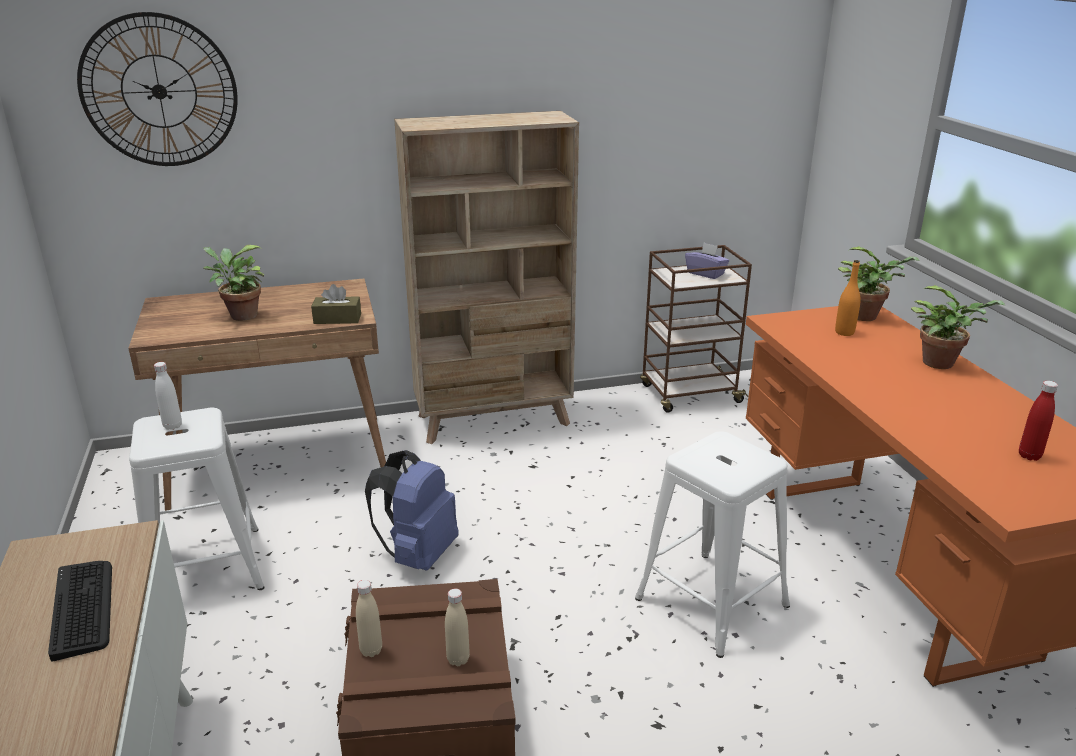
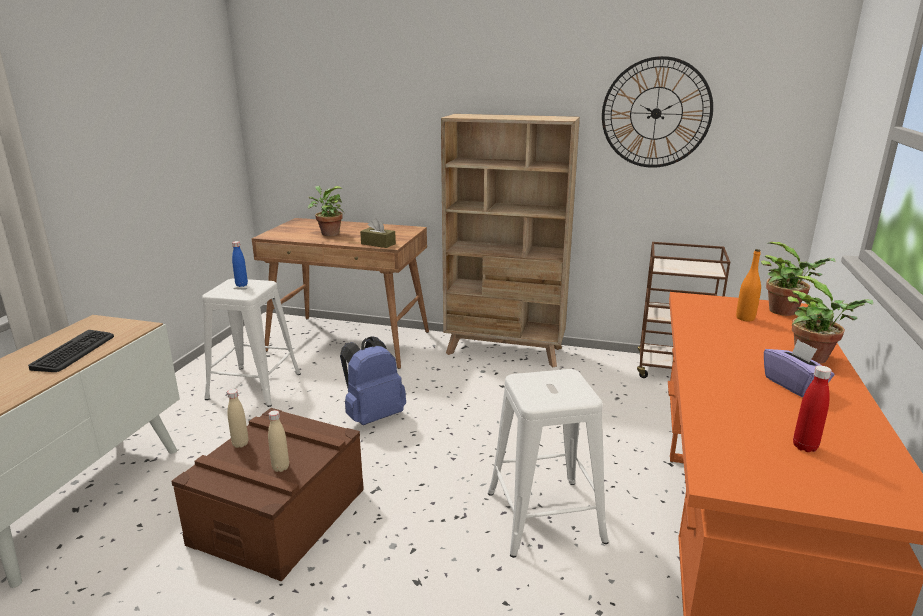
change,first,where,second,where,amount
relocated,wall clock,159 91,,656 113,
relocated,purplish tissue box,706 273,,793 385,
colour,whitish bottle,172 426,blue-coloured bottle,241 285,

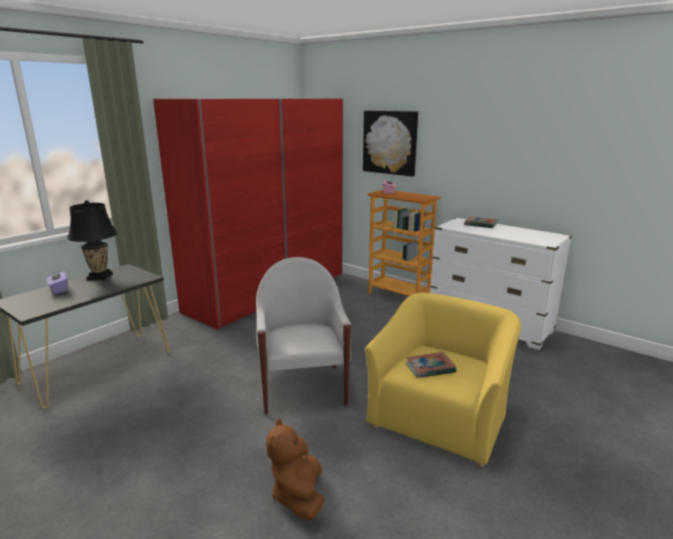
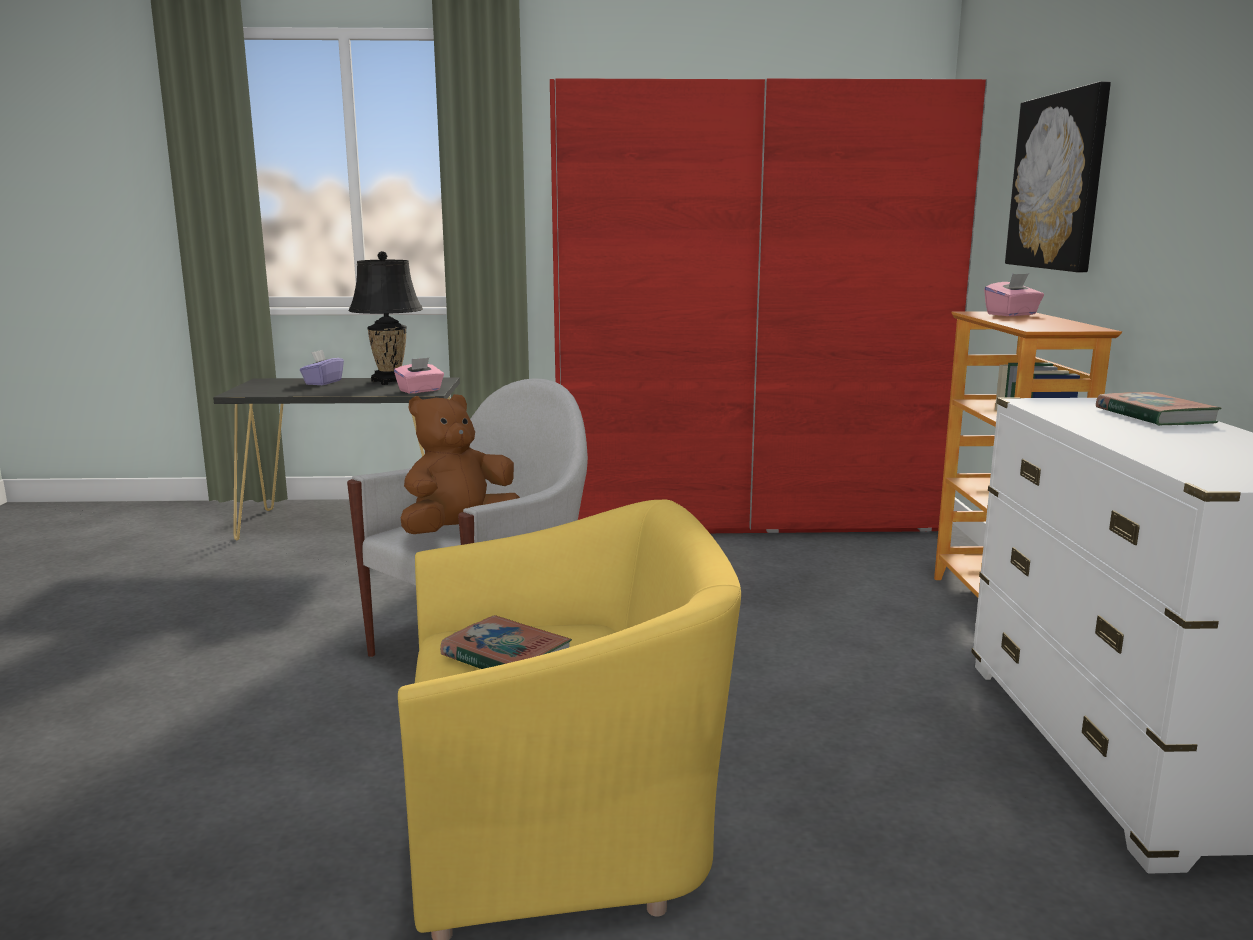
change,first,where,second,where,amount
relocated,brown-coloured plush toy,298 495,,459 532,
appeared,,,pinkish tissue box,420 391,

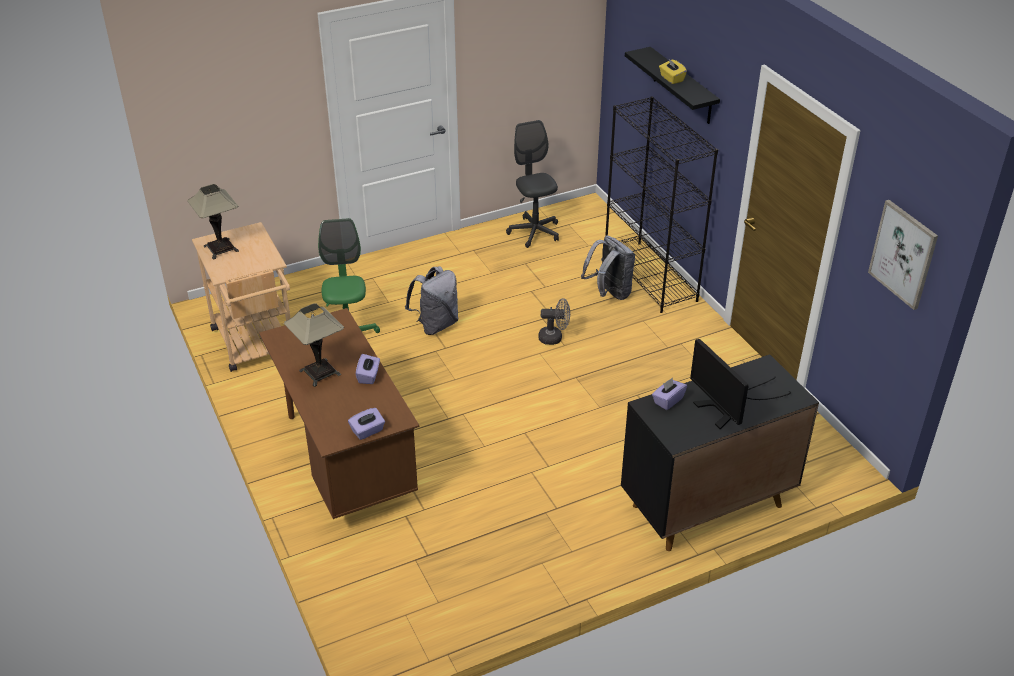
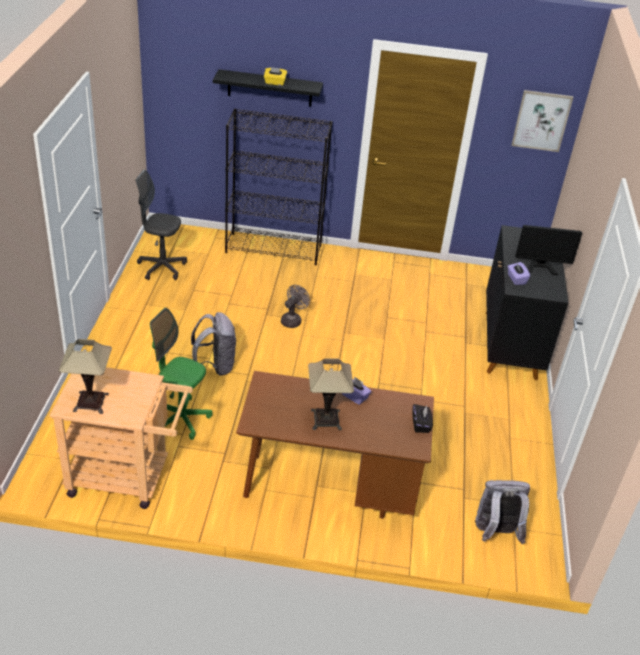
change,first,where,second,where,amount
relocated,greyish rucksack,609 293,,495 533,
colour,purplish tissue box,367 431,blackish tissue box,421 424,

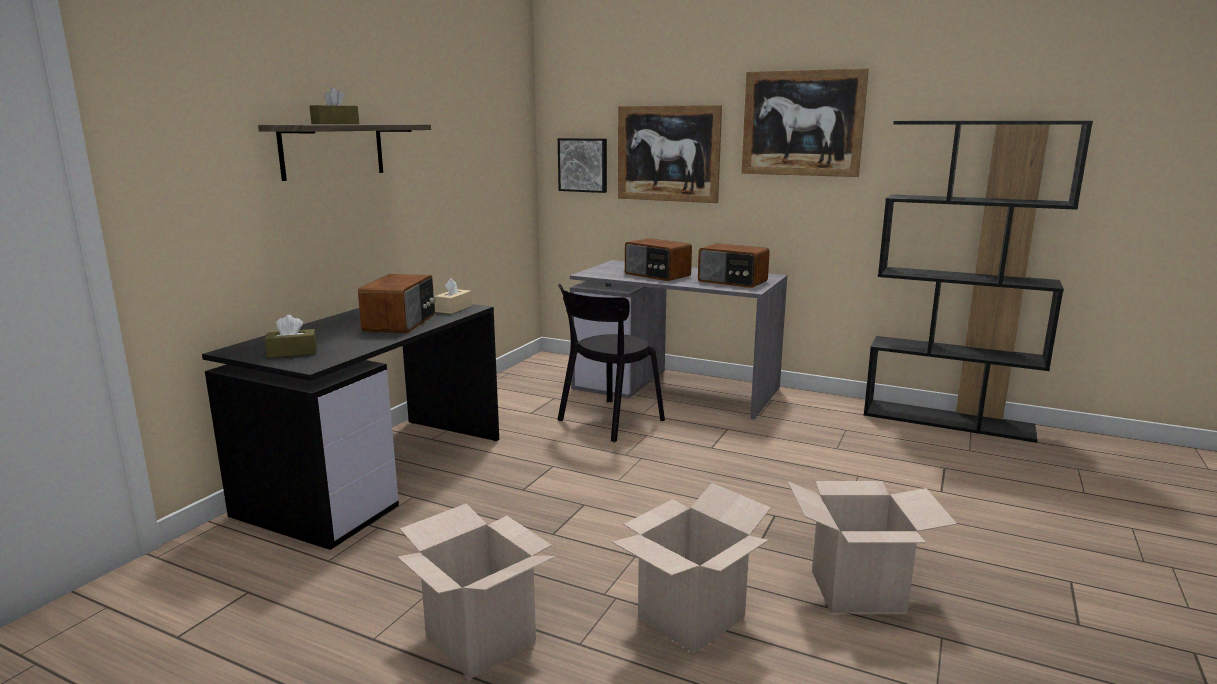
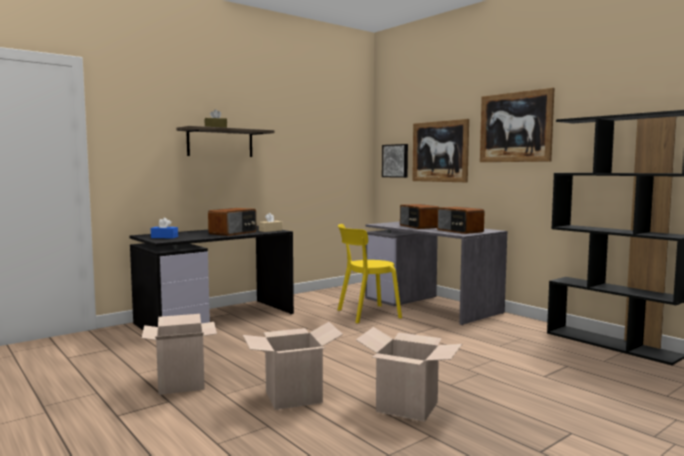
change,first,where,second,where,amount
colour,blackish upright chair,607 421,yellow upright chair,365 314,
colour,brown-coloured tissue box,292 352,blue-coloured tissue box,164 237,

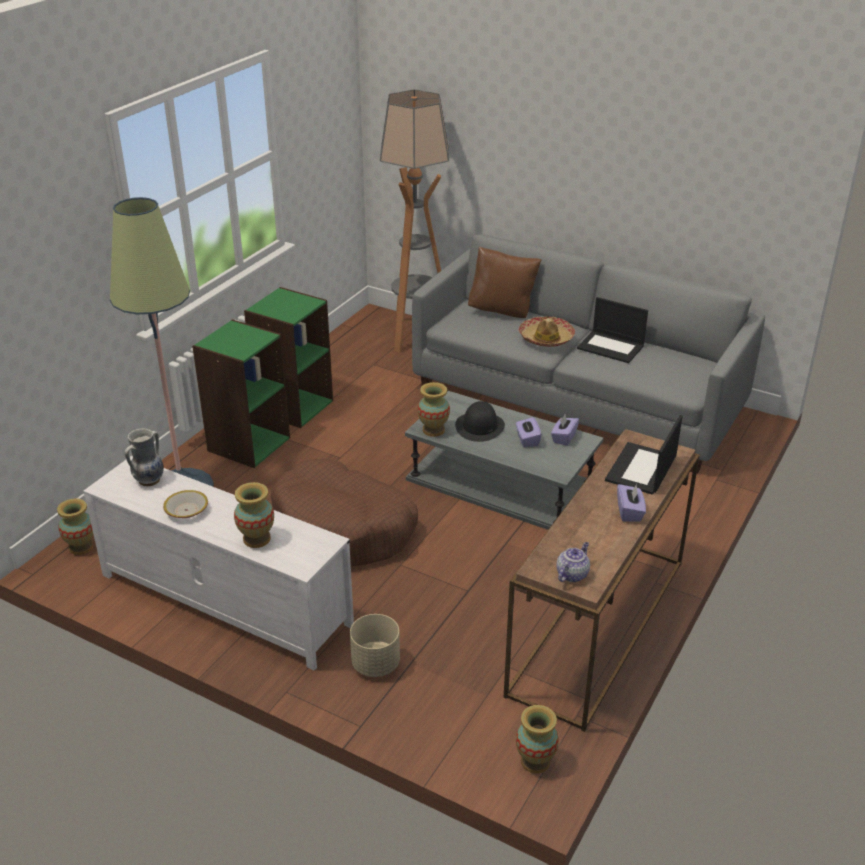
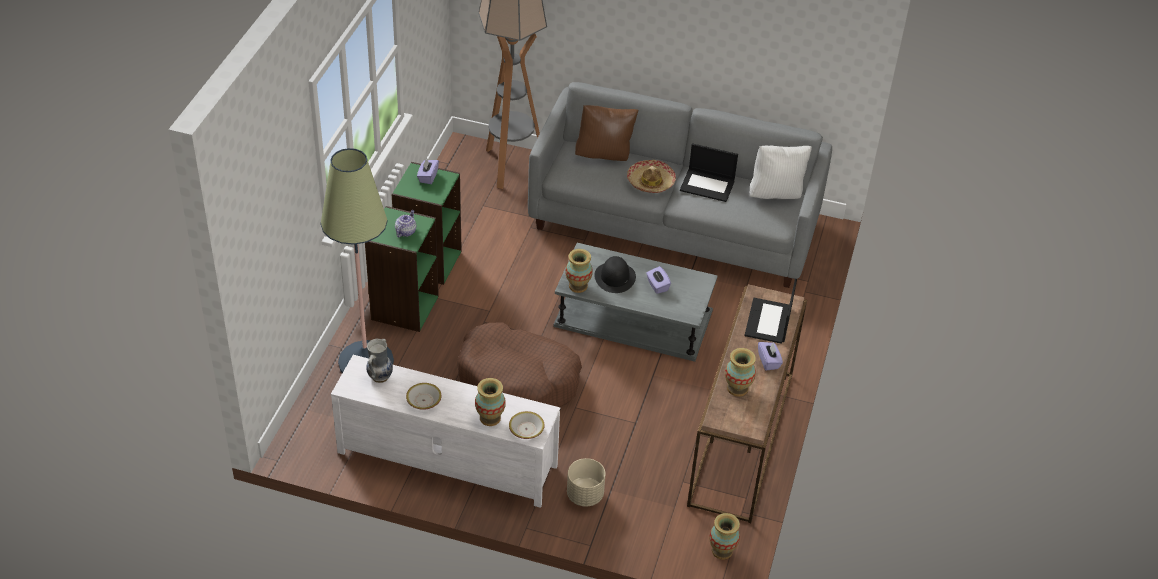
change,first,where,second,where,amount
relocated,purplish tissue box,563 438,,428 177,
relocated,decorative vase,81 547,,737 388,
relocated,pot for tea,572 574,,405 231,
appeared,,,whitish throw pillow,776 194,
appeared,,,bowl,526 429,

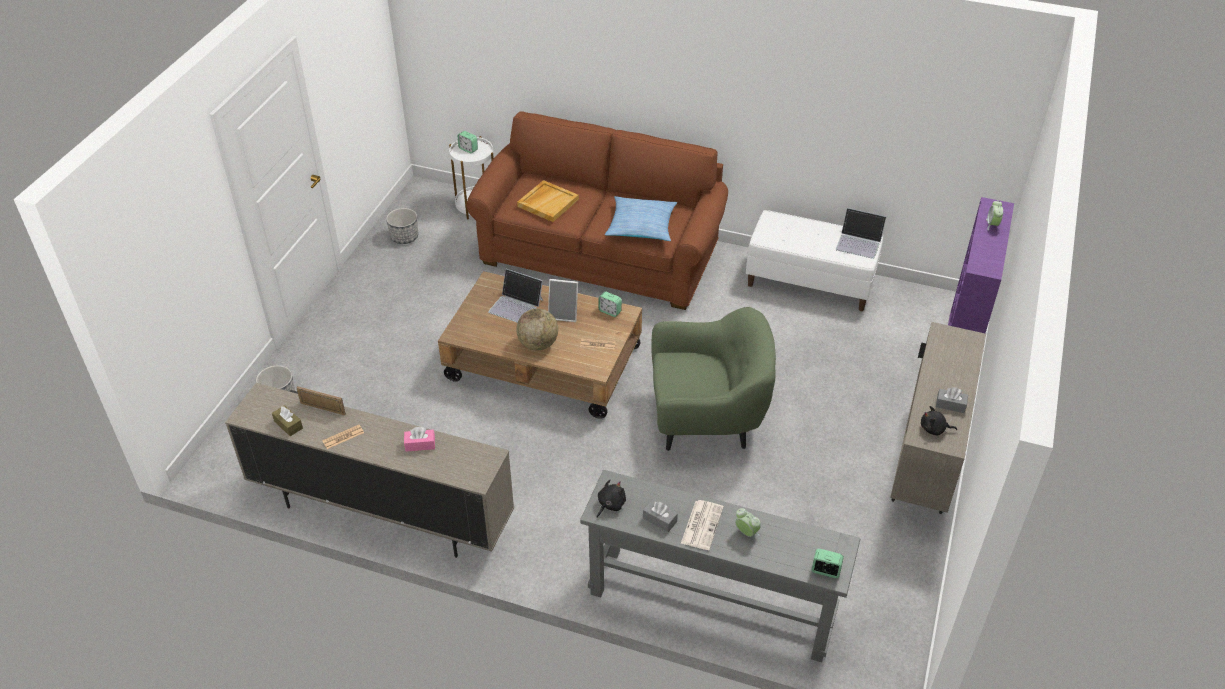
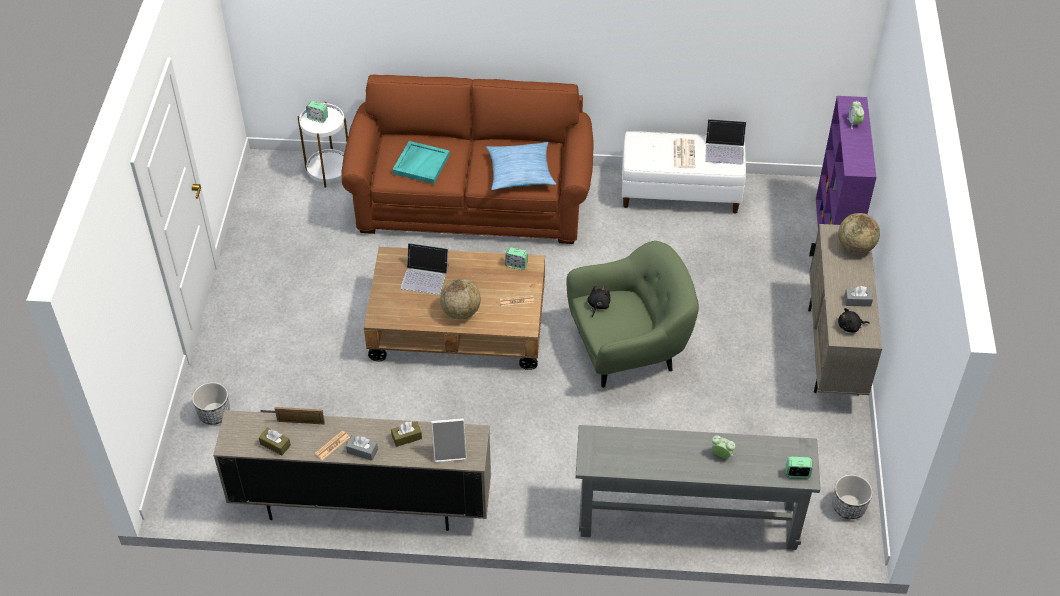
change,first,where,second,where,amount
colour,beige-coloured tray,548 202,turquoise tray,421 164,
relocated,flower pot,405 237,,848 507,
relocated,standing frame,564 314,,450 451,
colour,pinkish tissue box,420 444,brown-coloured tissue box,406 437,
relocated,blackish plush toy,610 504,,598 305,
relocated,greyish tissue box,659 520,,362 451,
relocated,newspaper,702 524,,683 153,
appeared,,,globe,855 247,

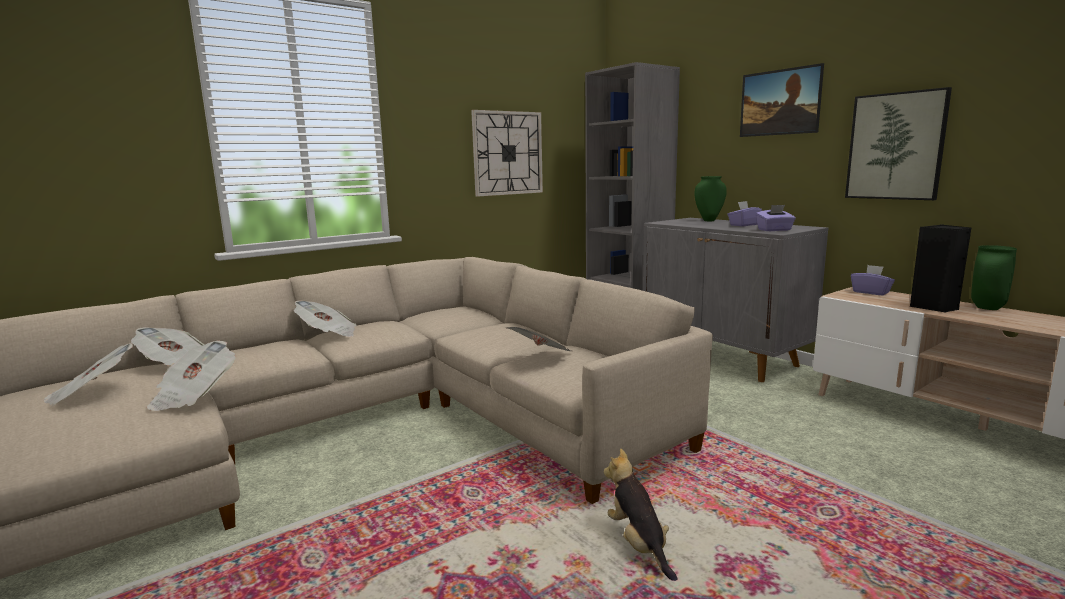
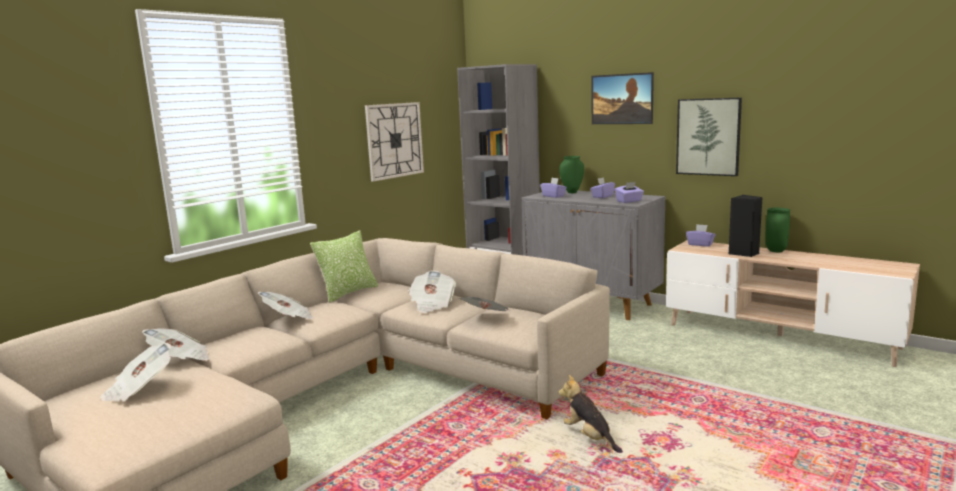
change,first,where,second,where,amount
relocated,newspaper,194 396,,432 304,
appeared,,,purplish tissue box,553 196,
appeared,,,throw pillow,348 293,

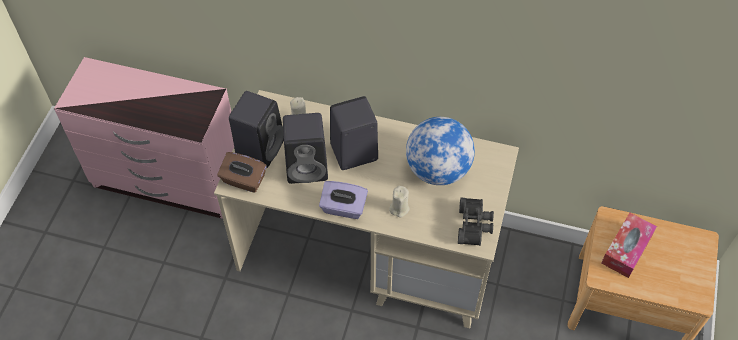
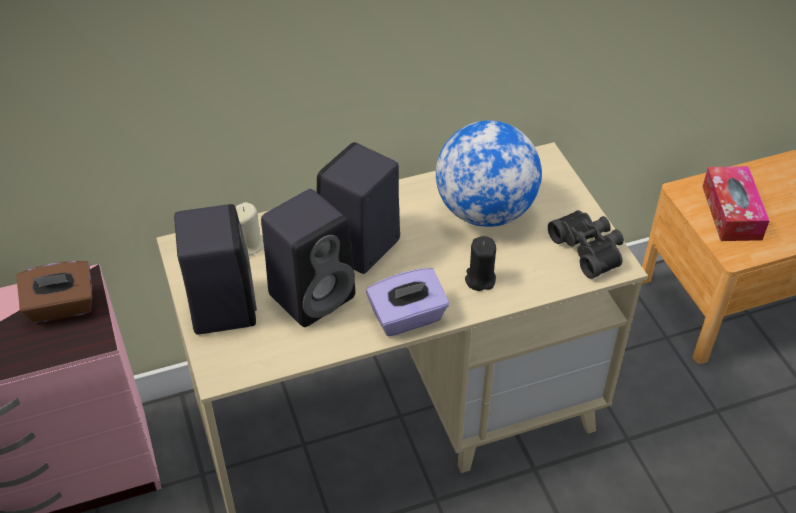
change,first,where,second,where,amount
relocated,brown-coloured tissue box,243 180,,62 307,
colour,beige-coloured wax light,399 208,blackish wax light,480 279,

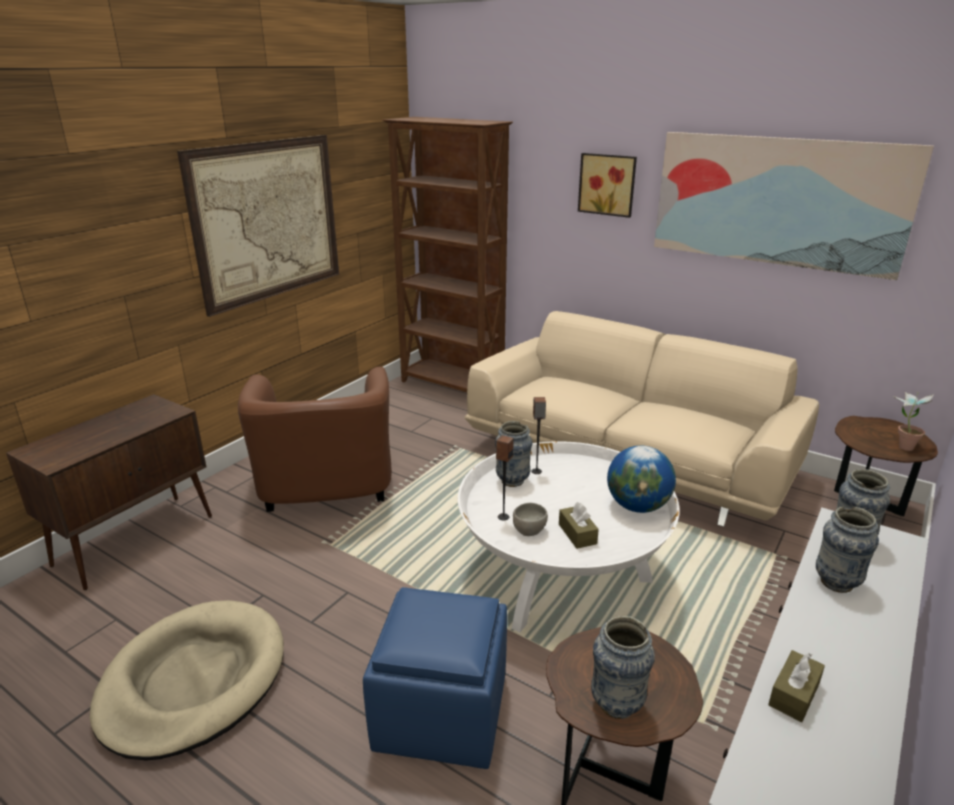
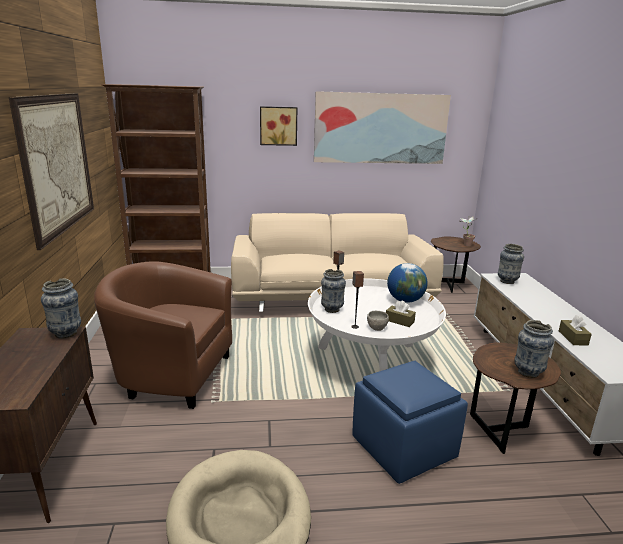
change,first,where,second,where,amount
spun,brown-coloured lounge chair,326 493,,171 374,150 degrees clockwise
relocated,decorative vase,836 583,,66 333,

